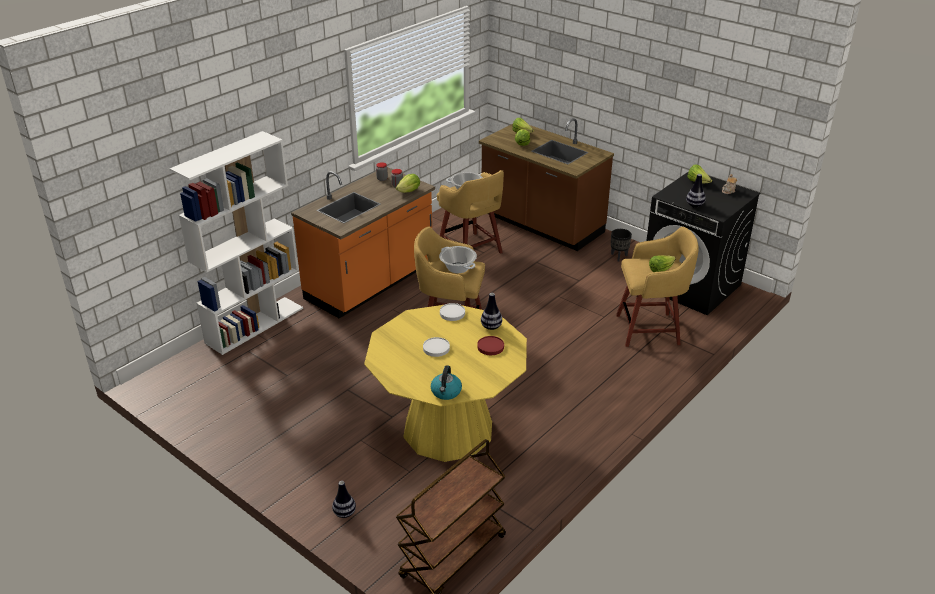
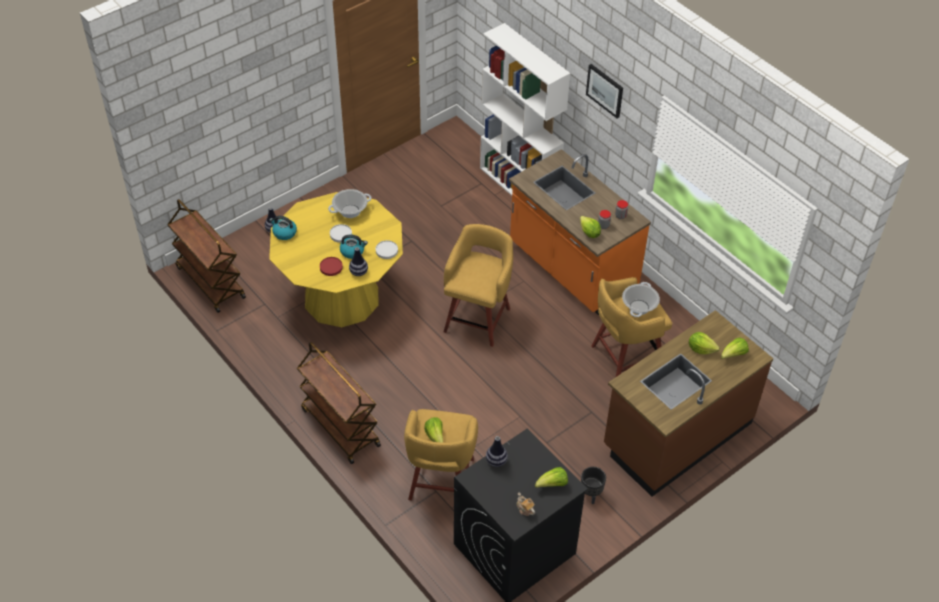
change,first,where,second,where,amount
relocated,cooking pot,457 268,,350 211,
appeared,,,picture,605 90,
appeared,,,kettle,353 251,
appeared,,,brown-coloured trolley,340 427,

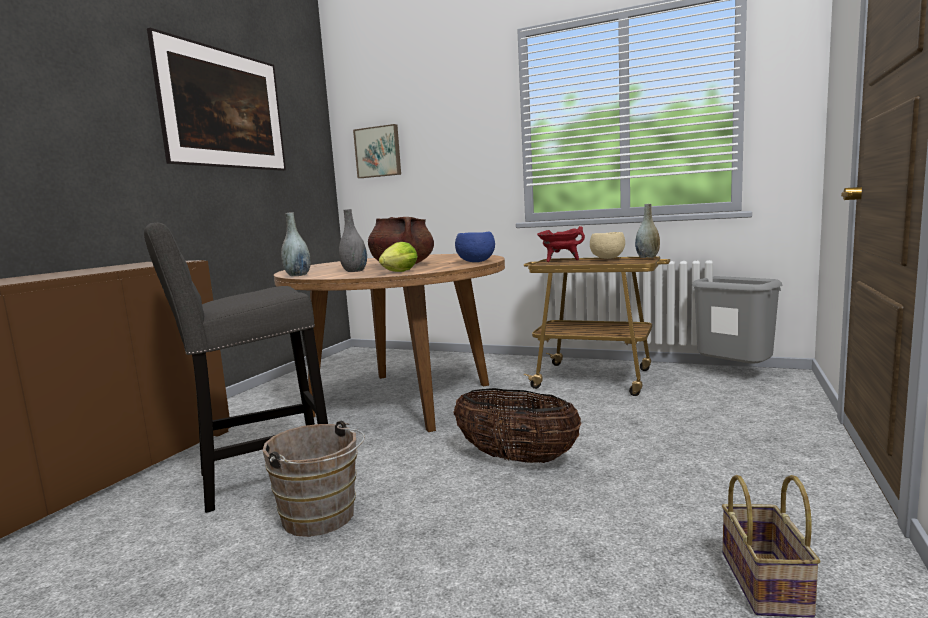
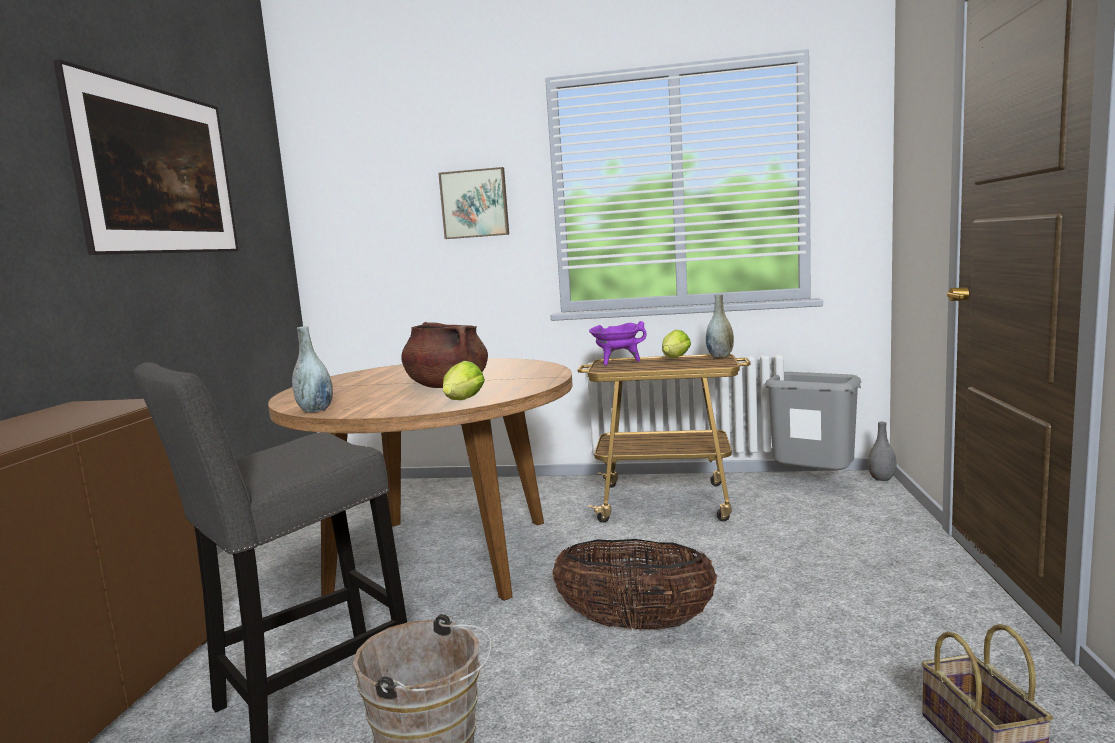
change,first,where,second,where,amount
relocated,picture,378 152,,475 204,
relocated,greyish decorative vase,354 271,,881 478,
colour,reddish cooking pot,560 260,purplish cooking pot,617 362,
missing,blue-coloured bowl,476 262,,,
exchanged,beige-coloured bowl,607 258,lettuce head,674 358,

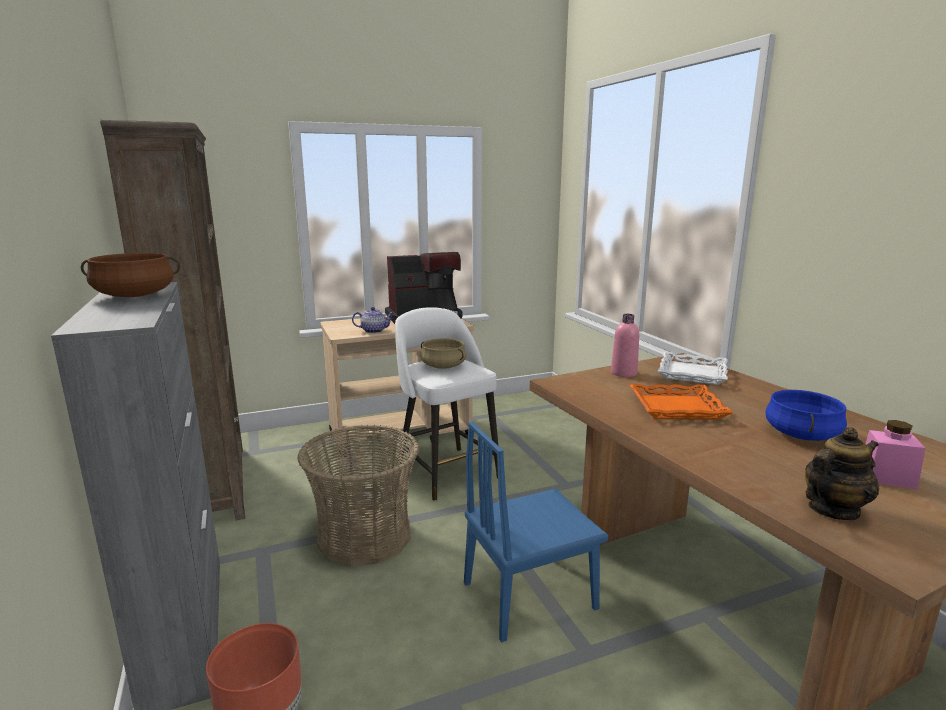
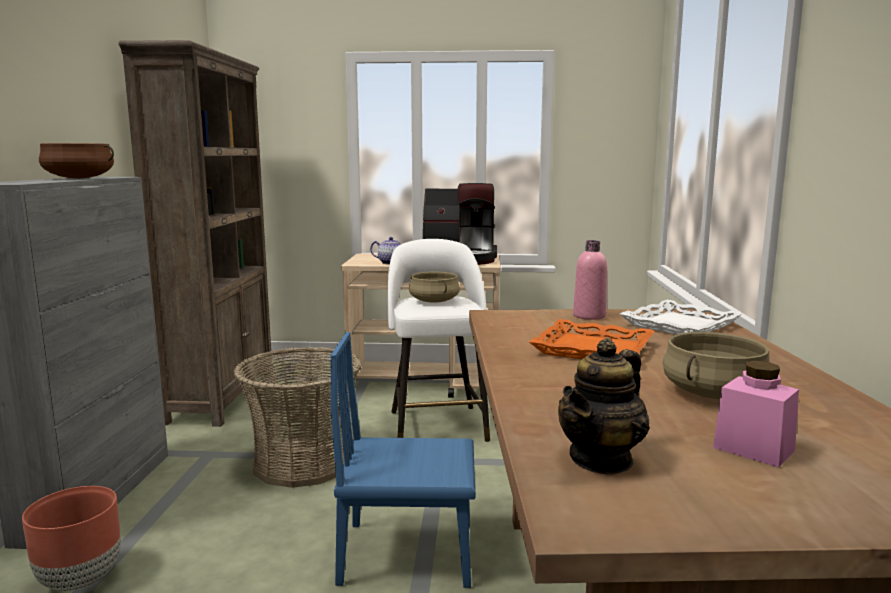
change,first,where,second,where,amount
colour,blue-coloured cooking pot,800 434,beige-coloured cooking pot,712 393,
spun,pot for tea,833 509,,601 459,135 degrees clockwise

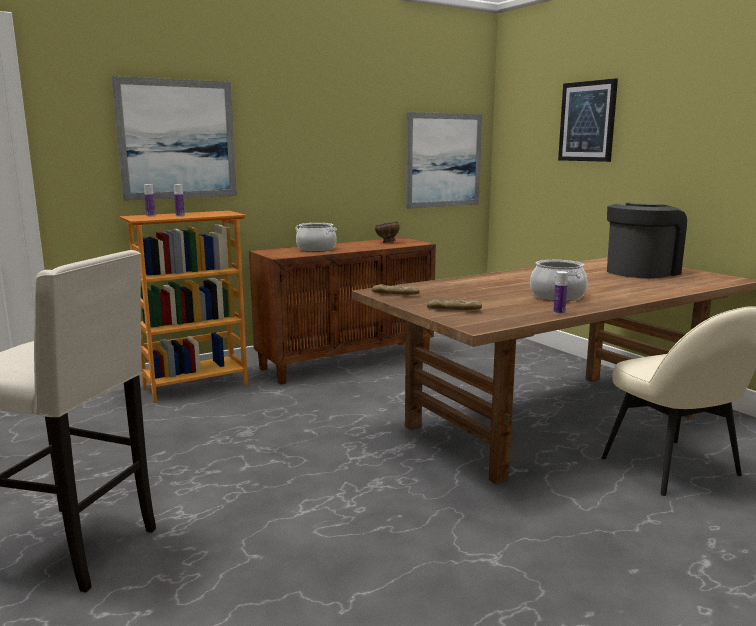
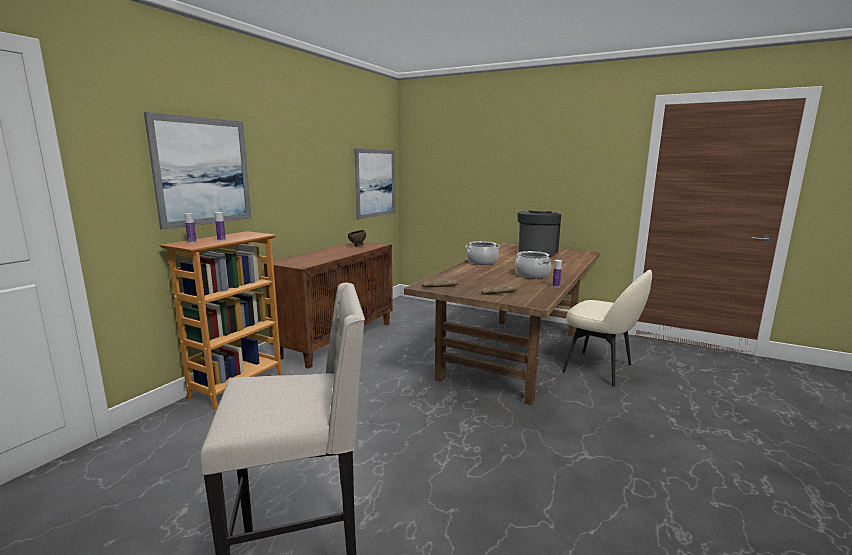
change,first,where,second,where,amount
missing,picture,587 121,,,
relocated,cooking pot,316 249,,482 262,

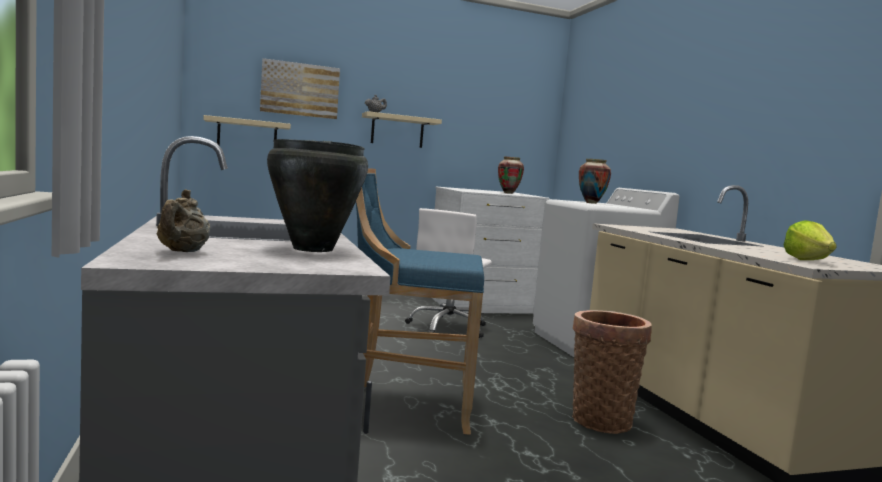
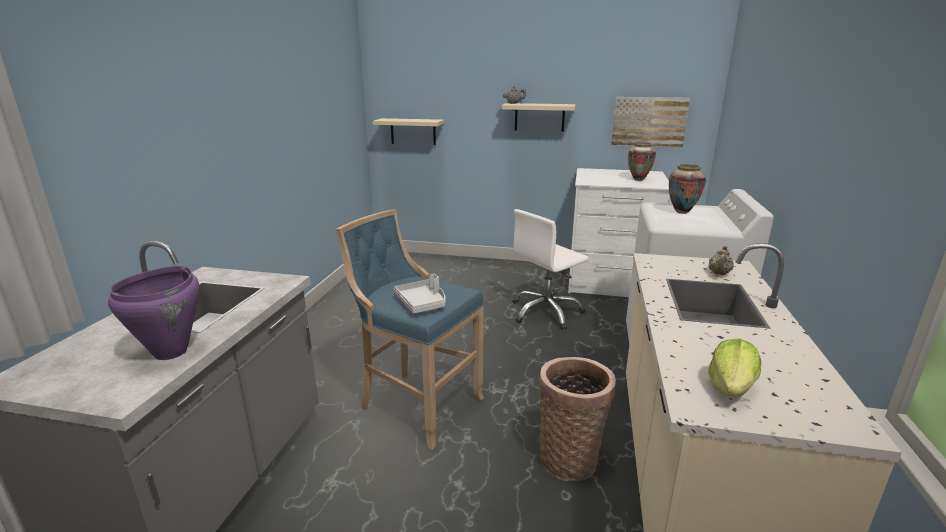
change,first,where,second,where,amount
relocated,picture,300 89,,649 121,
colour,blackish cooking pot,314 249,purplish cooking pot,171 352,
relocated,beige-coloured pot for tea,182 252,,719 274,
appeared,,,greyish tray,422 303,

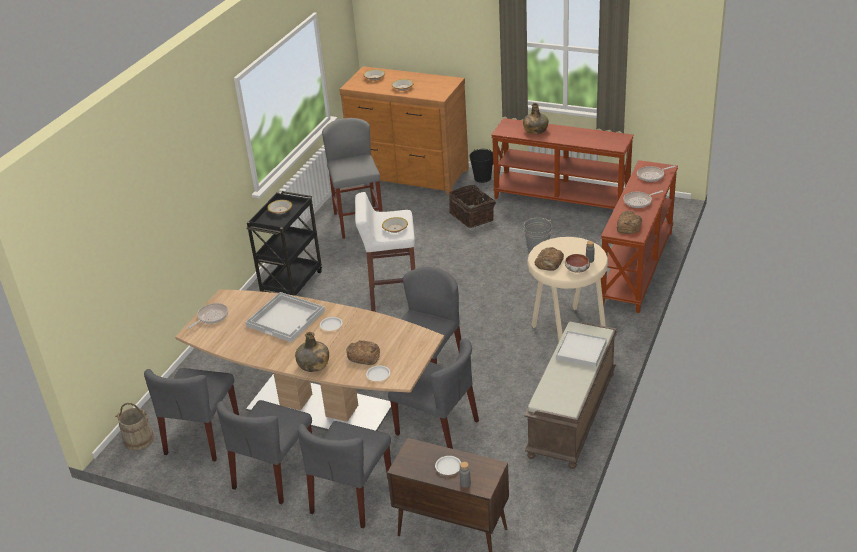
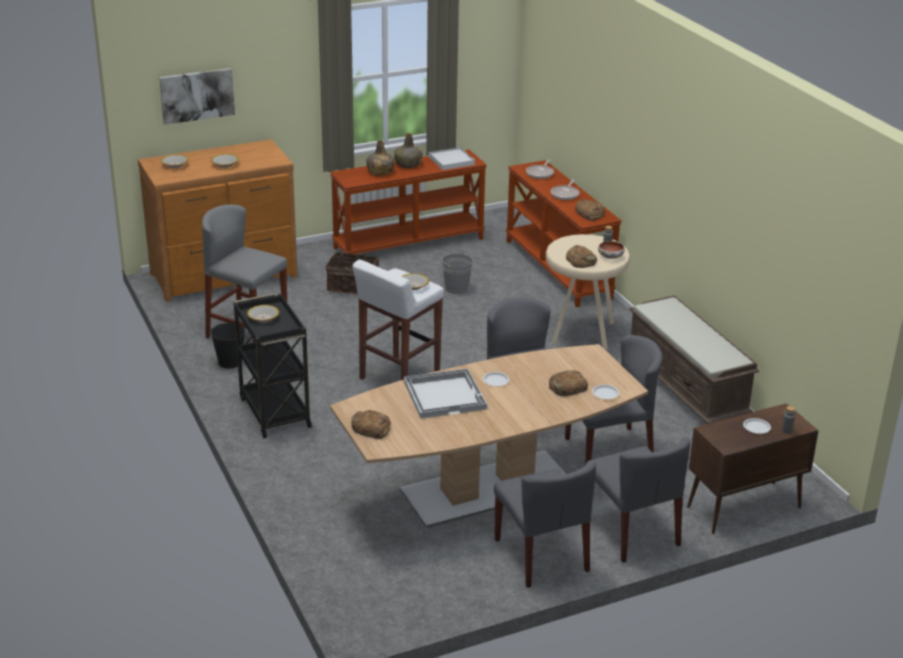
change,first,where,second,where,amount
relocated,blackish bucket,482 178,,230 362,
exchanged,frying pan,211 317,bakery bread,371 428,
relocated,whitish tray,581 351,,451 161,
relocated,green bottle,313 365,,408 164,
missing,greyish upright chair,202 436,,,
missing,beige-coloured bucket,138 440,,,
appeared,,,picture,197 95,

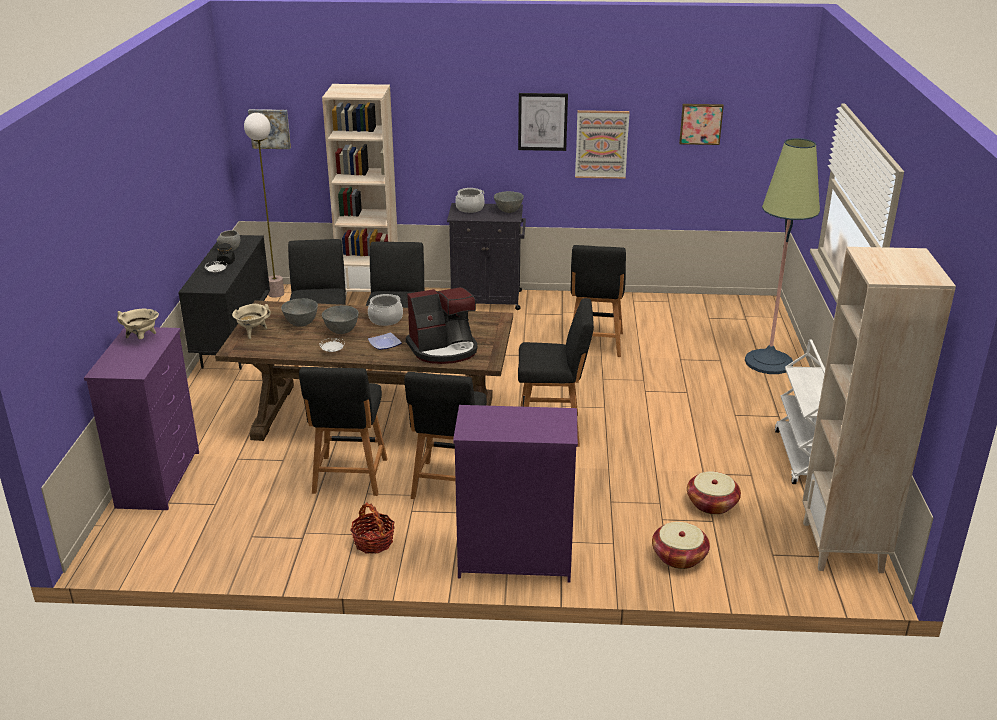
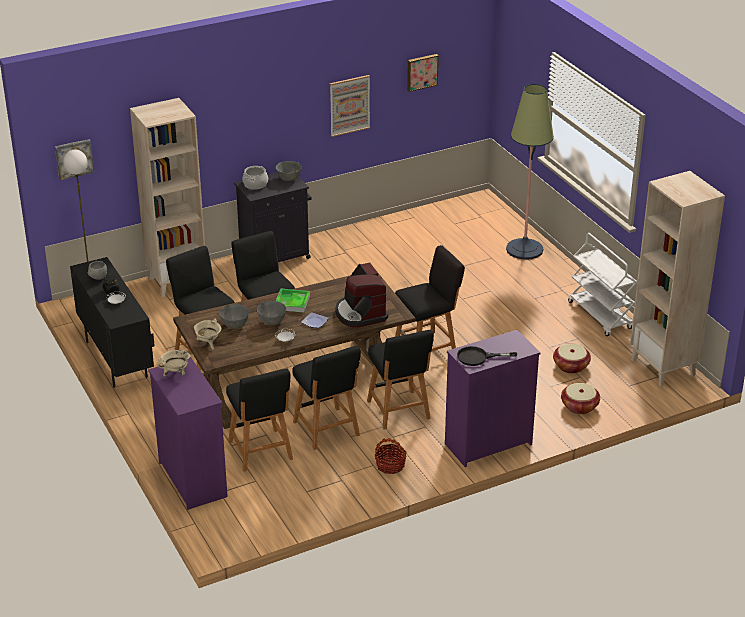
change,first,where,second,where,amount
missing,picture,542 121,,,
relocated,blackish stool,595 344,,261 452,
spun,coffee brewer,444 349,,360 313,120 degrees clockwise
exchanged,cooking pot,385 319,tray,292 302,
appeared,,,blackish frying pan,478 357,

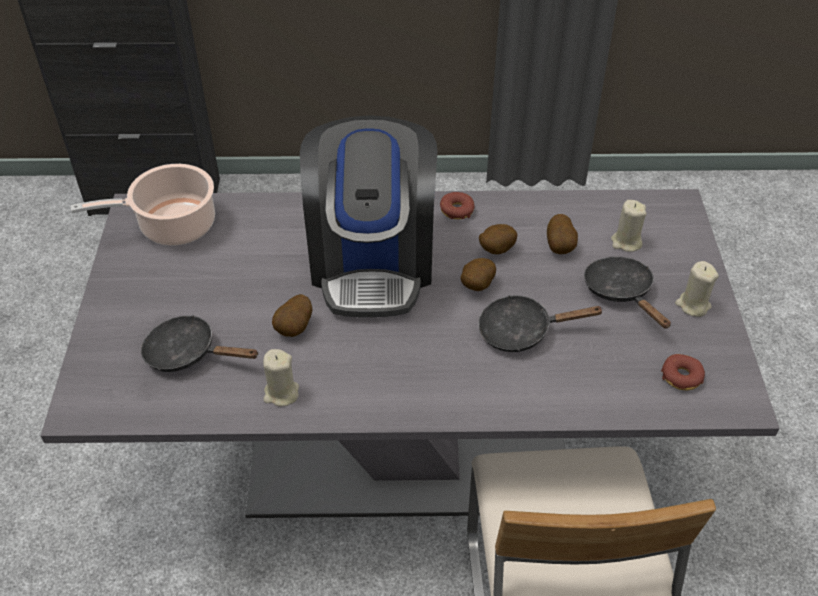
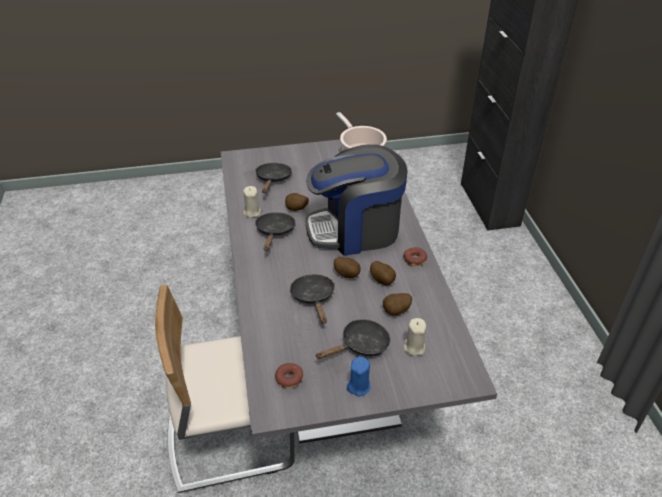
change,first,where,second,where,amount
colour,beige-coloured wax light,692 305,blue-coloured wax light,359 386,
appeared,,,blackish frying pan,275 232,

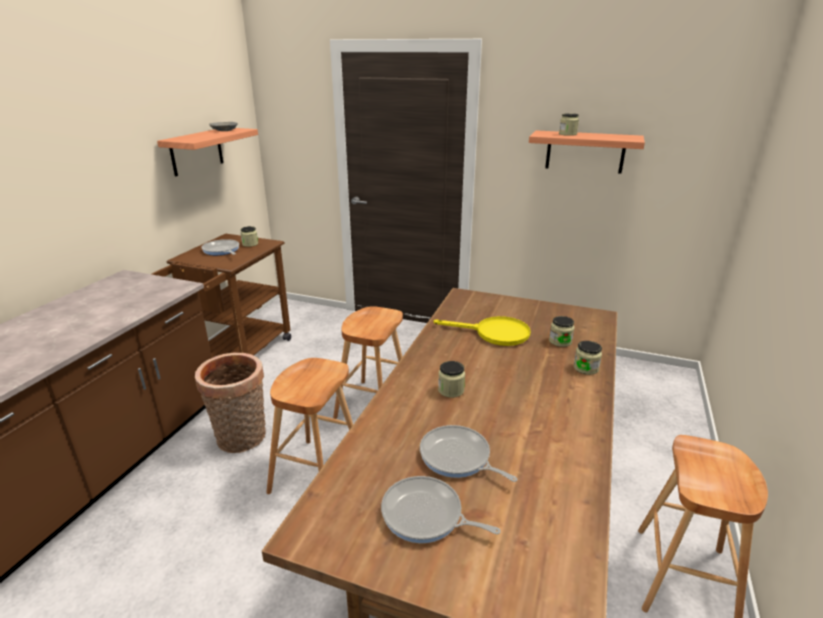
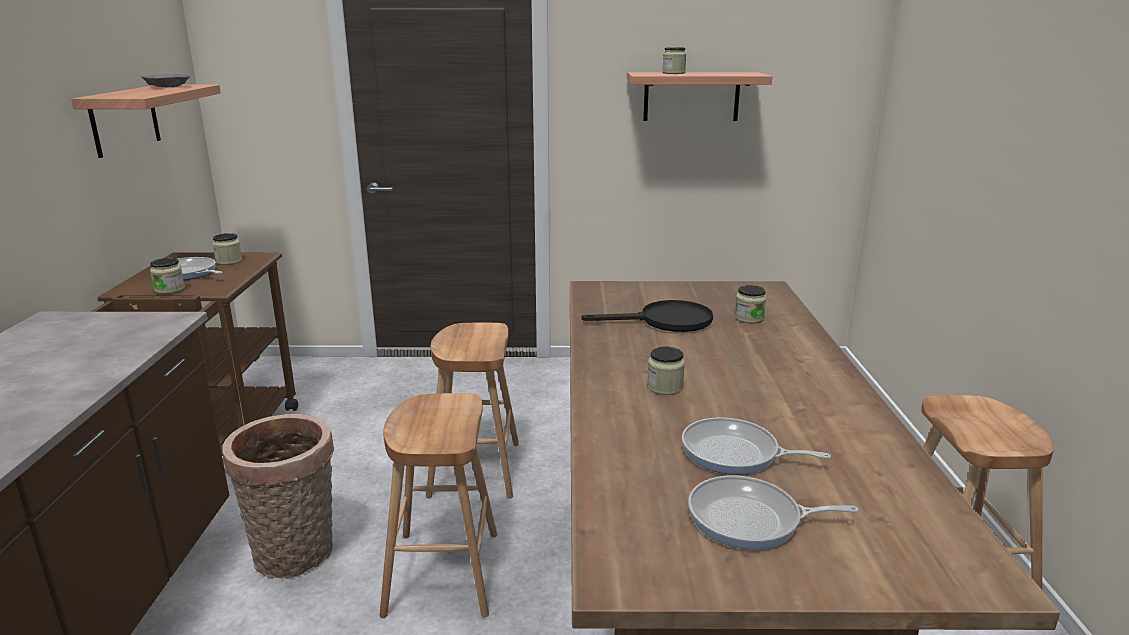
change,first,where,second,where,amount
colour,yellow frying pan,494 333,blackish frying pan,665 321,
relocated,storage jar,586 368,,169 289,

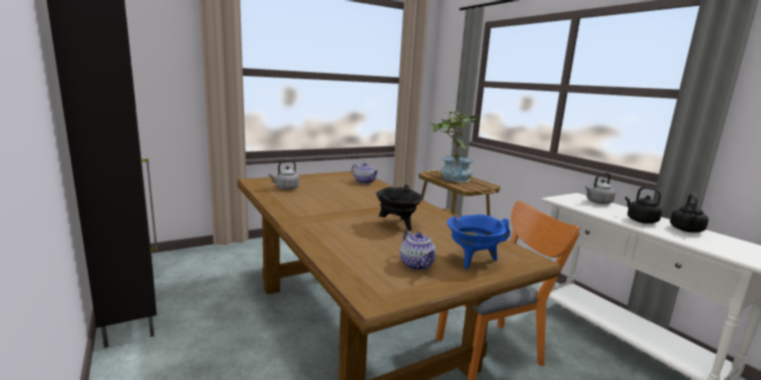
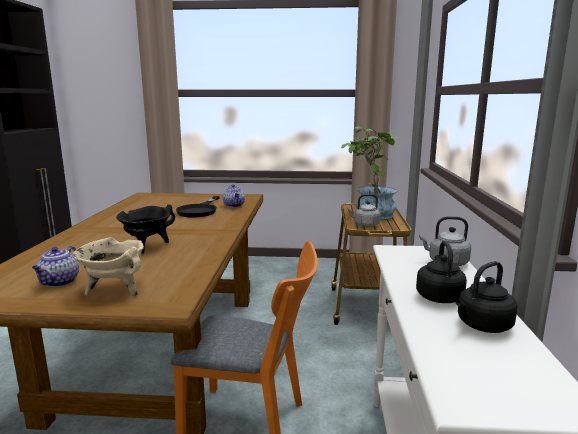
change,first,where,second,where,amount
relocated,greyish kettle,286 188,,365 225,
colour,blue-coloured cooking pot,472 260,beige-coloured cooking pot,114 290,
appeared,,,blackish frying pan,200 210,

